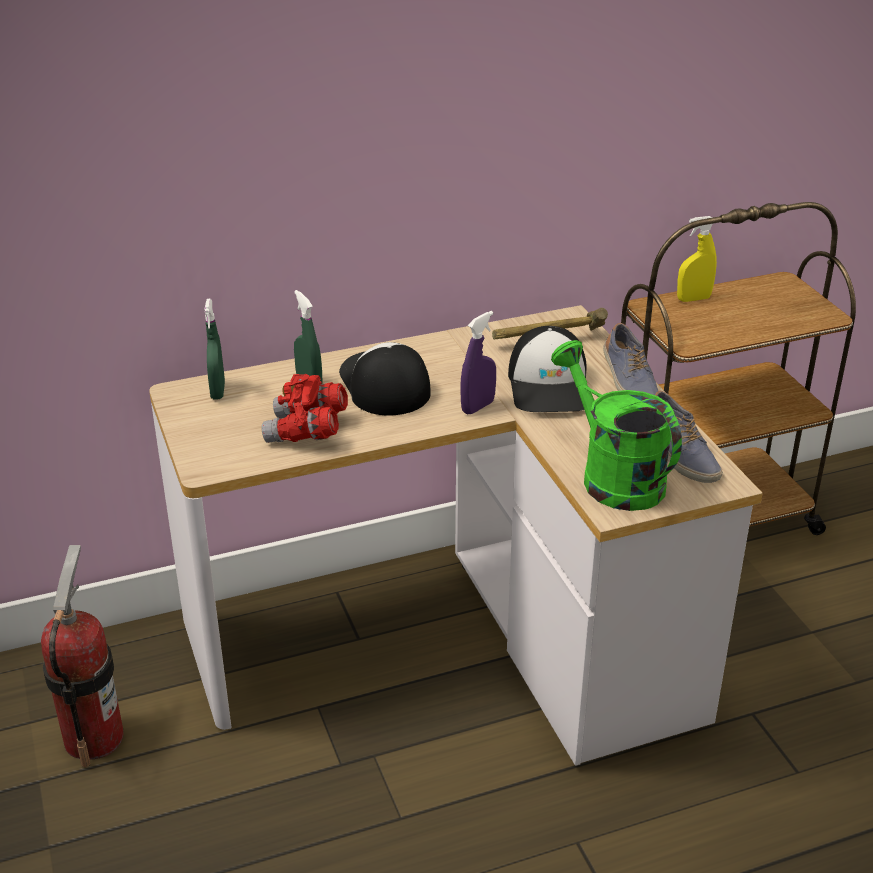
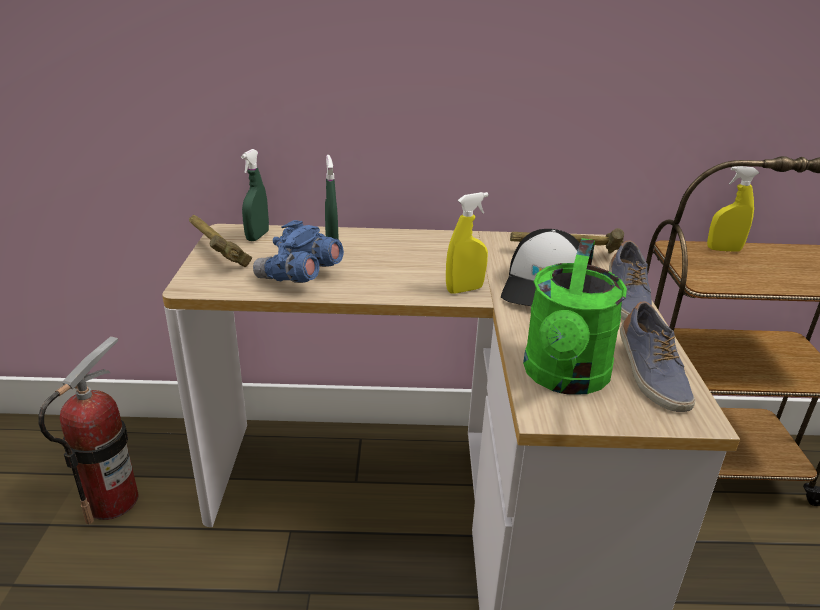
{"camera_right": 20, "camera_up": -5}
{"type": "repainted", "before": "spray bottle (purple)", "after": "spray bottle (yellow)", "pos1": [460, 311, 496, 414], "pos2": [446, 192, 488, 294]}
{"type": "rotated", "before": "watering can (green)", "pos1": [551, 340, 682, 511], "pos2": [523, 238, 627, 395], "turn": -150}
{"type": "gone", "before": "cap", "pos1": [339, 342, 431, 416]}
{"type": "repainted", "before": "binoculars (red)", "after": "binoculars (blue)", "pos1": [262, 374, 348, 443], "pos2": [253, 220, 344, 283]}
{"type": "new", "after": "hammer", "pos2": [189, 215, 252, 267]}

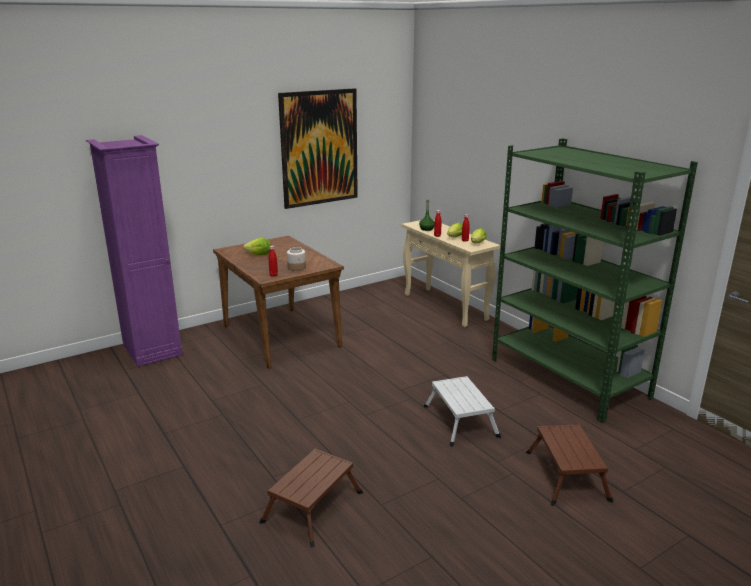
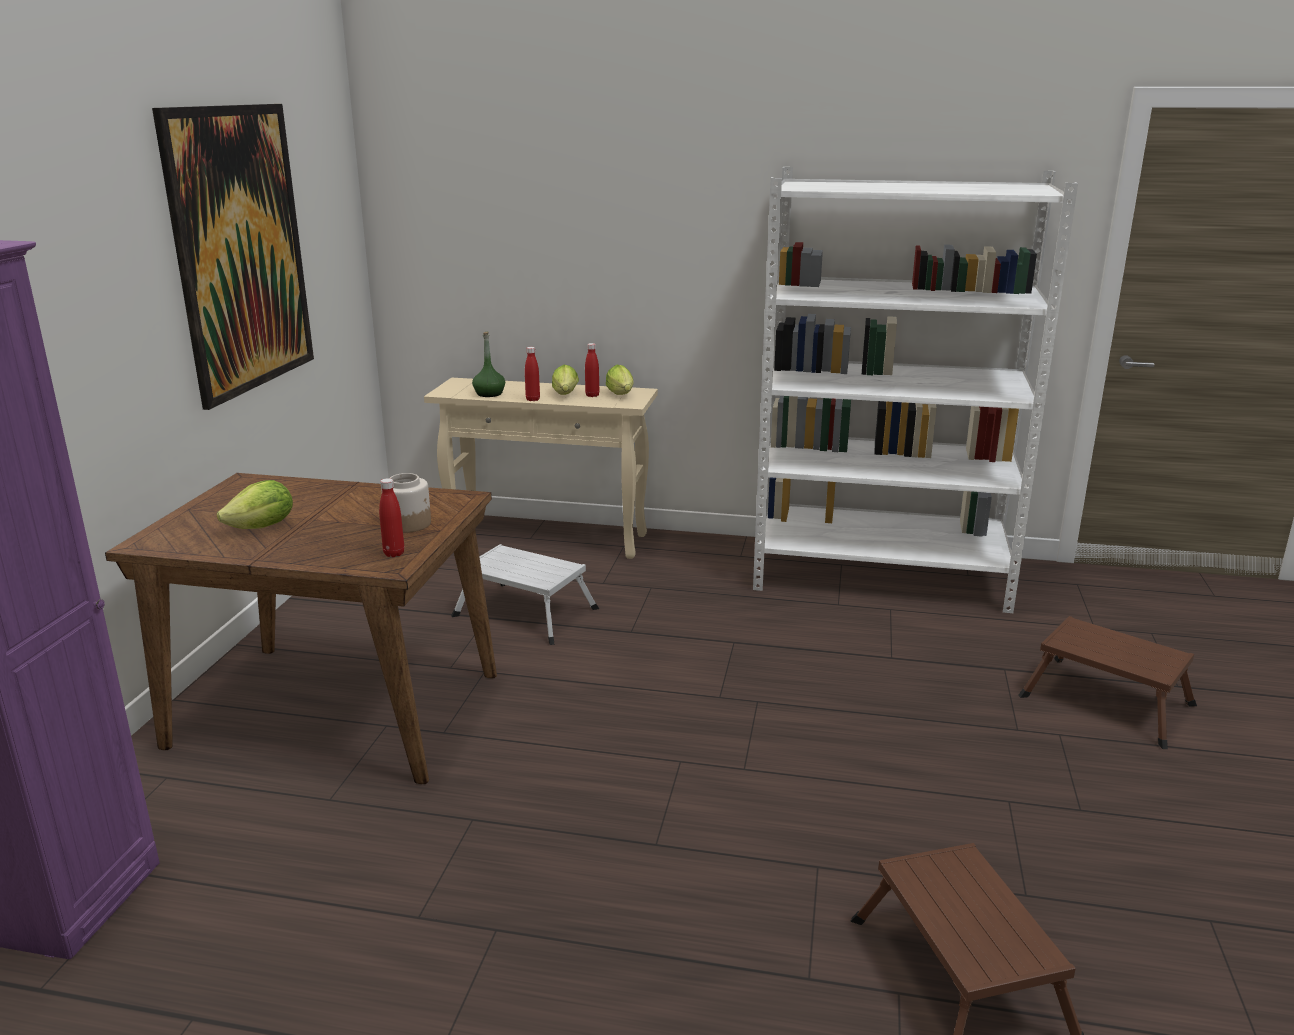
{"camera_right": -45, "camera_up": 0}
{"type": "repainted", "before": "bookcase (green)", "after": "bookcase (white)", "pos1": [492, 139, 698, 423], "pos2": [753, 167, 1078, 613]}
{"type": "shifted", "before": "step ladder (white)", "pos1": [423, 376, 501, 447], "pos2": [451, 544, 599, 645]}

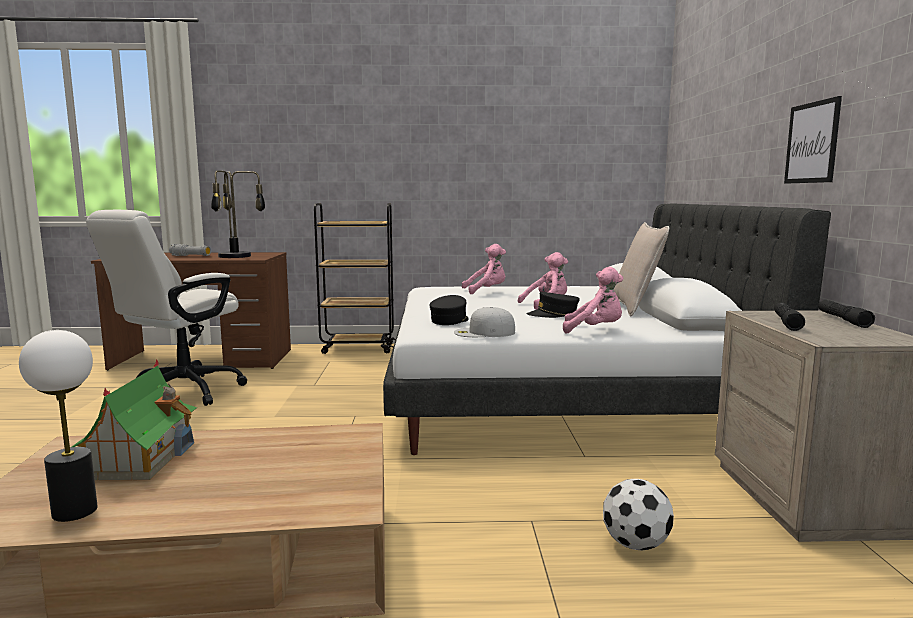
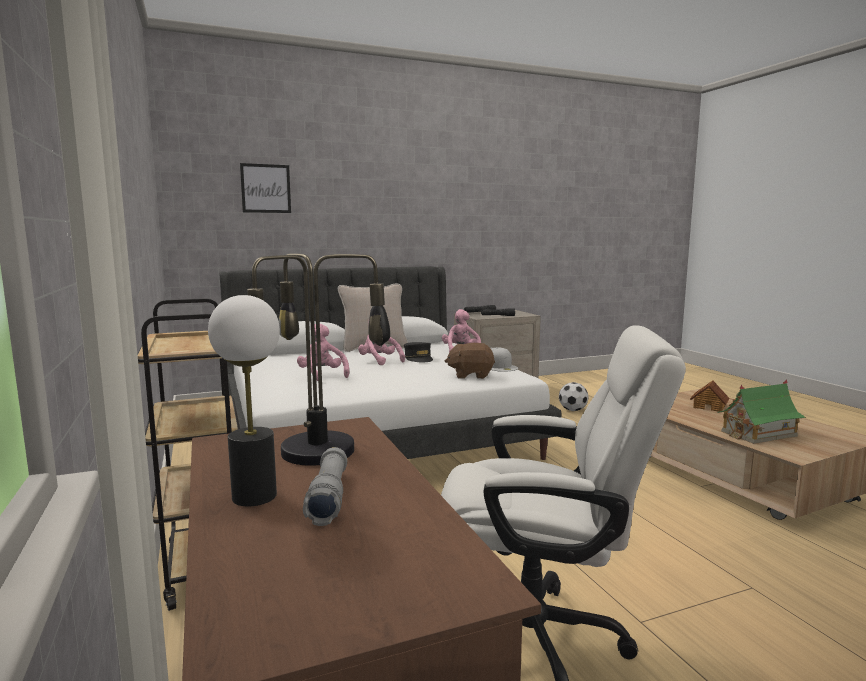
{"camera_right": -110, "camera_up": 0}
{"type": "shifted", "before": "picture", "pos1": [784, 96, 842, 184], "pos2": [240, 163, 291, 213]}
{"type": "swapped", "before": "cap (black)", "after": "plush toy (brown)", "pos1": [429, 295, 469, 325], "pos2": [445, 343, 495, 379]}
{"type": "shifted", "before": "table lamp", "pos1": [19, 330, 97, 522], "pos2": [208, 295, 280, 506]}
{"type": "new", "after": "toy house", "pos2": [690, 380, 729, 412]}

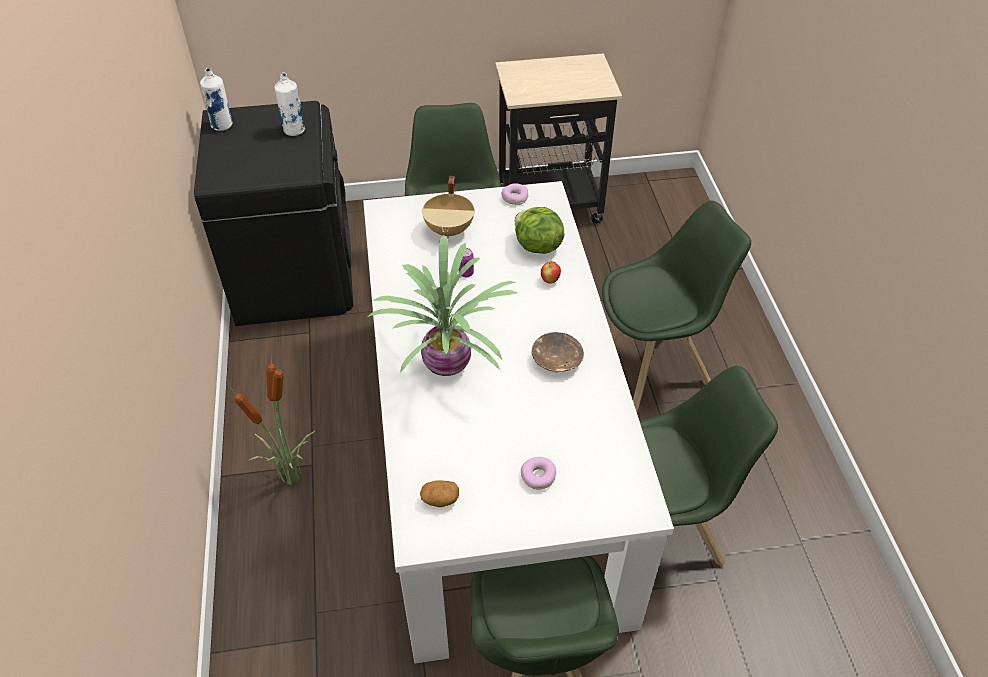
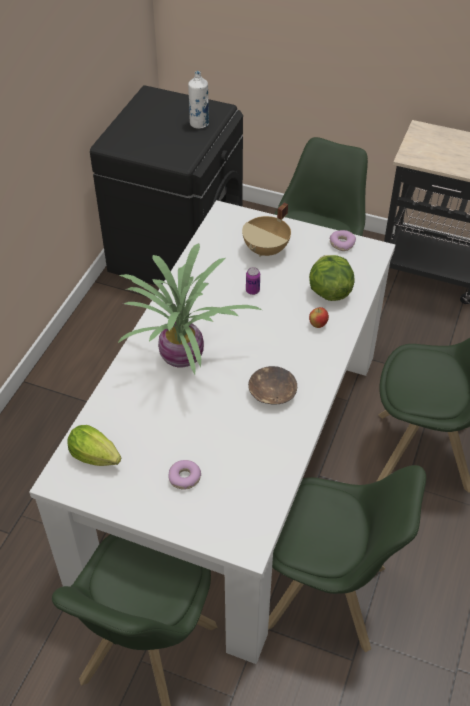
{"camera_right": 30, "camera_up": 0}
{"type": "gone", "before": "bottle (white)", "pos1": [200, 68, 233, 131]}
{"type": "gone", "before": "potted plant", "pos1": [232, 358, 315, 486]}
{"type": "swapped", "before": "potato", "after": "lettuce", "pos1": [420, 481, 459, 507], "pos2": [67, 425, 121, 466]}

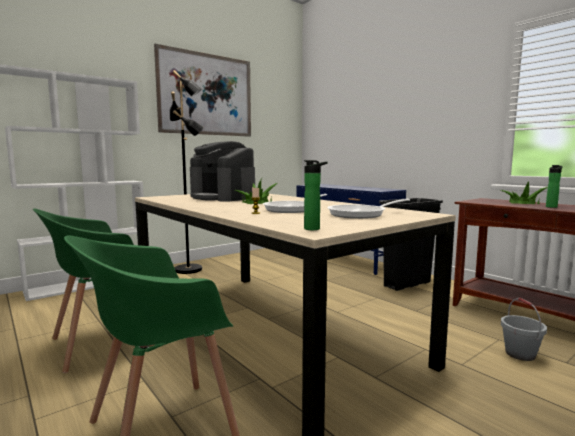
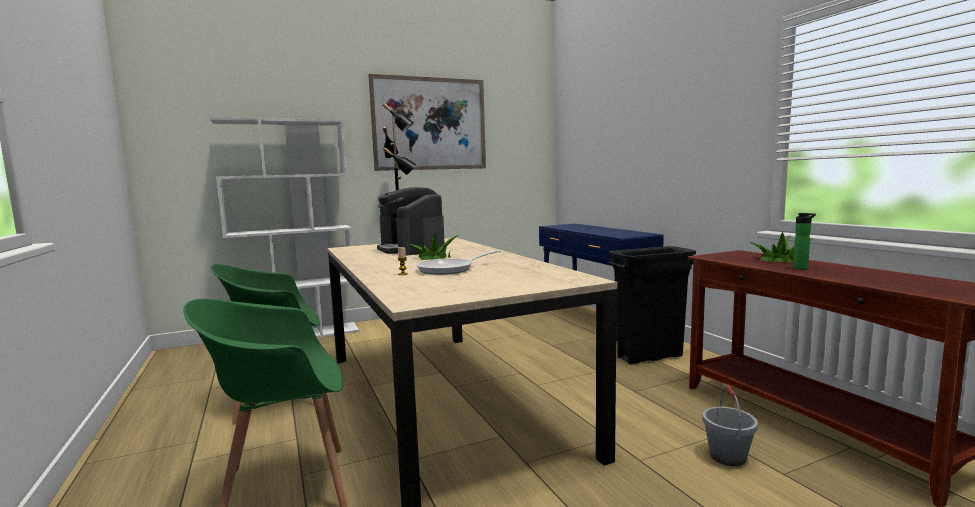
{"camera_right": 15, "camera_up": 0}
{"type": "gone", "before": "bottle", "pos1": [304, 160, 327, 230]}
{"type": "gone", "before": "frying pan", "pos1": [327, 199, 410, 219]}

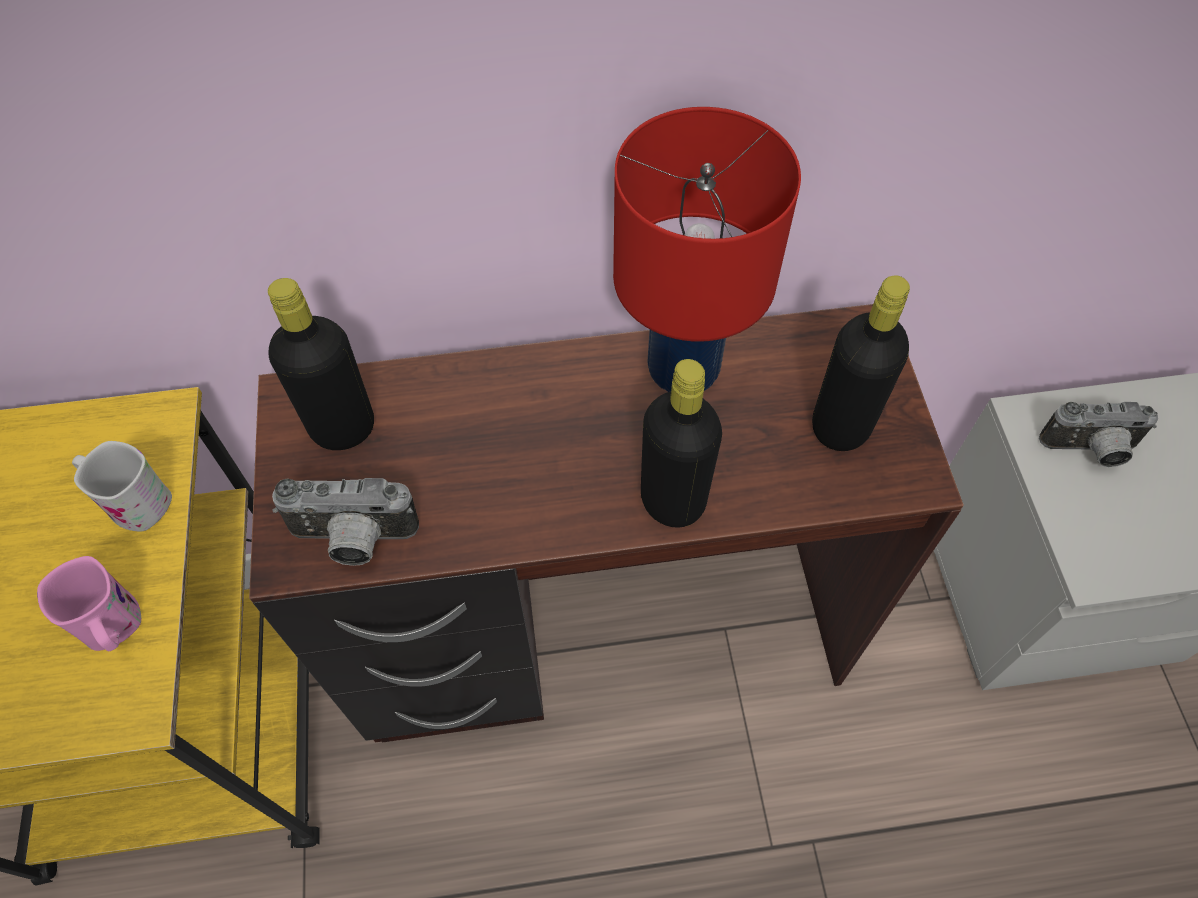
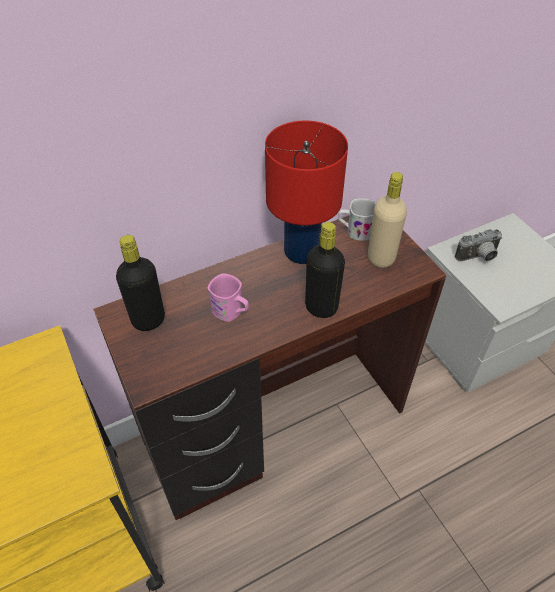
{"camera_right": -20, "camera_up": -10}
{"type": "repainted", "before": "bottle (black)", "after": "bottle (beige)", "pos1": [812, 275, 910, 451], "pos2": [368, 172, 407, 268]}
{"type": "shifted", "before": "mug (white)", "pos1": [72, 441, 172, 531], "pos2": [338, 198, 376, 241]}
{"type": "gone", "before": "photo camera", "pos1": [272, 478, 419, 566]}
{"type": "shifted", "before": "mug (pink)", "pos1": [37, 556, 141, 651], "pos2": [208, 273, 249, 322]}

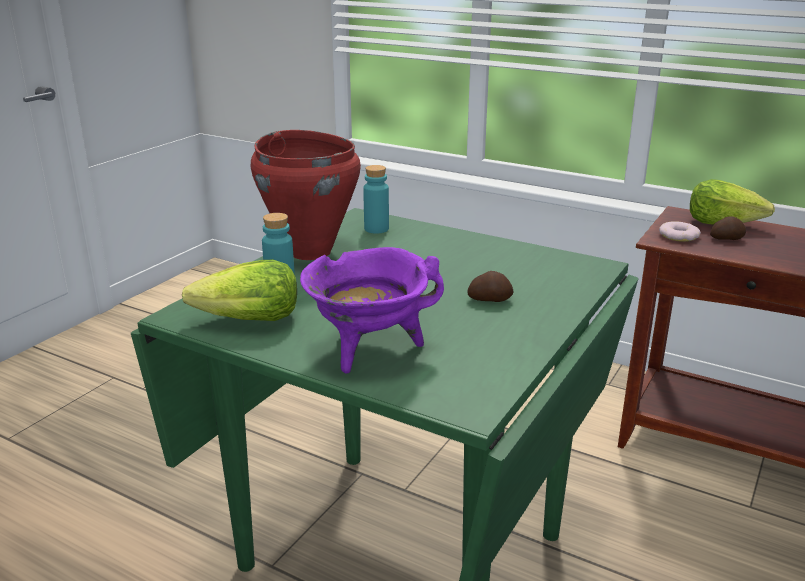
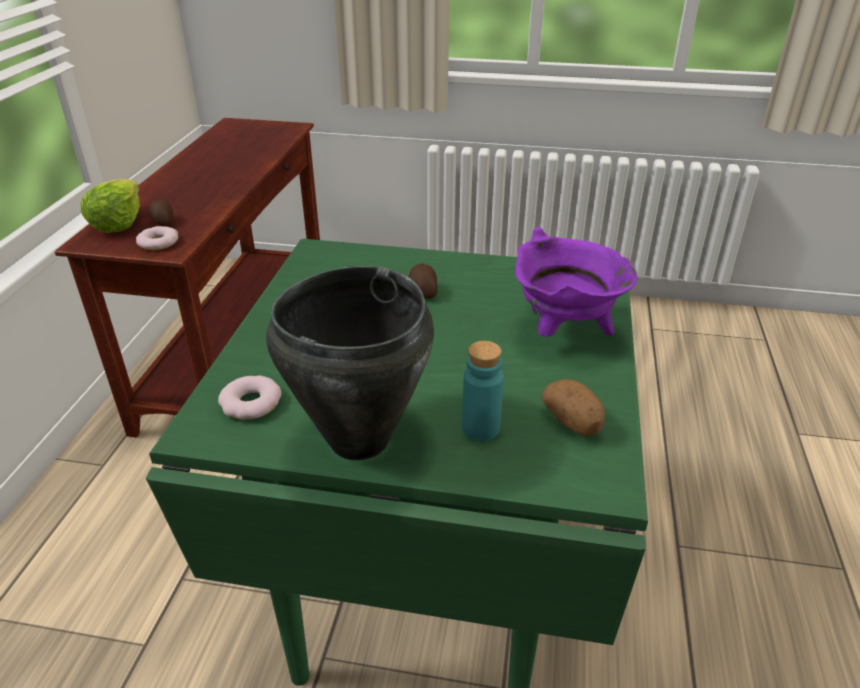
{"camera_right": -110, "camera_up": 10}
{"type": "repainted", "before": "cooking pot (red)", "after": "cooking pot (black)", "pos1": [251, 130, 361, 260], "pos2": [266, 266, 434, 460]}
{"type": "swapped", "before": "bottle (turquoise)", "after": "donut", "pos1": [363, 165, 389, 234], "pos2": [218, 375, 281, 420]}
{"type": "swapped", "before": "lettuce", "after": "potato", "pos1": [182, 259, 297, 321], "pos2": [542, 379, 605, 436]}

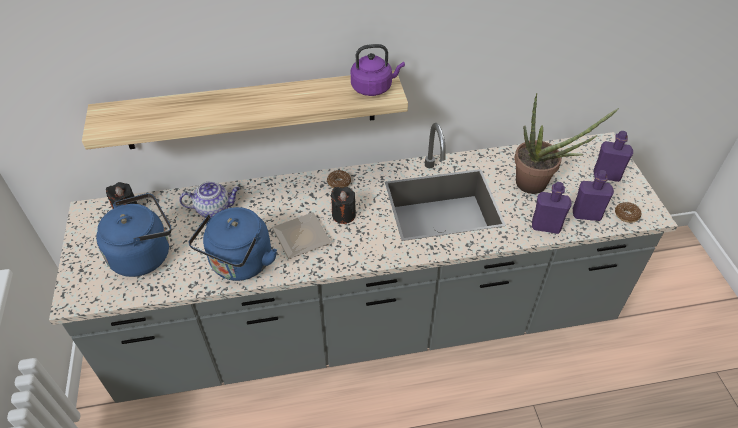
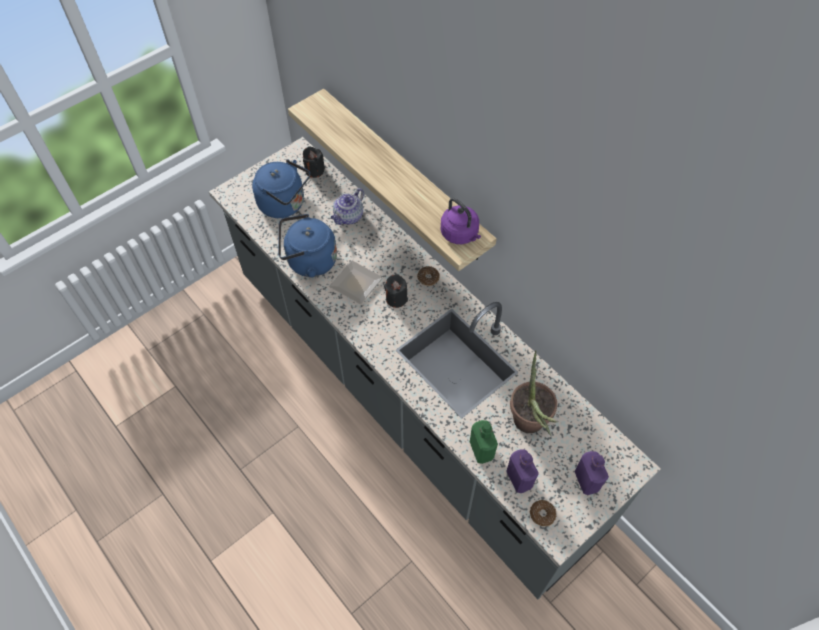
{"camera_right": 60, "camera_up": 10}
{"type": "rotated", "before": "teapot", "pos1": [179, 181, 240, 218], "pos2": [331, 188, 364, 225], "turn": 75}
{"type": "repainted", "before": "bottle (purple)", "after": "bottle (green)", "pos1": [532, 182, 571, 234], "pos2": [470, 420, 498, 464]}

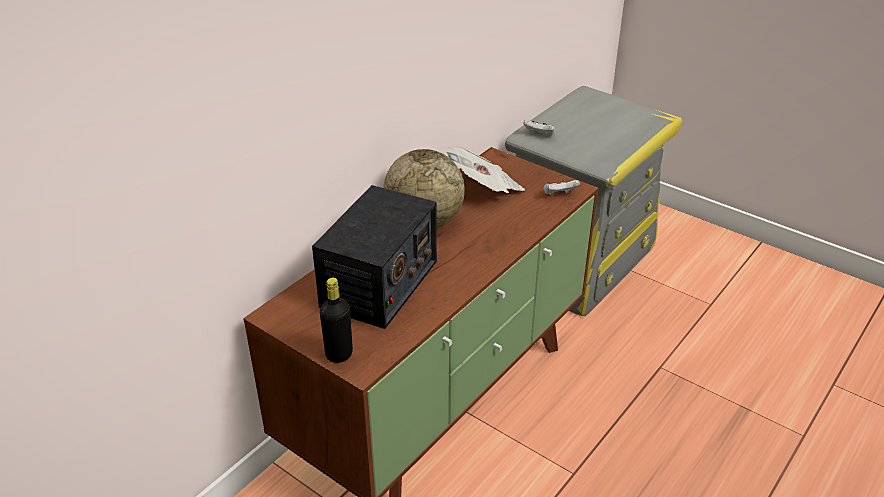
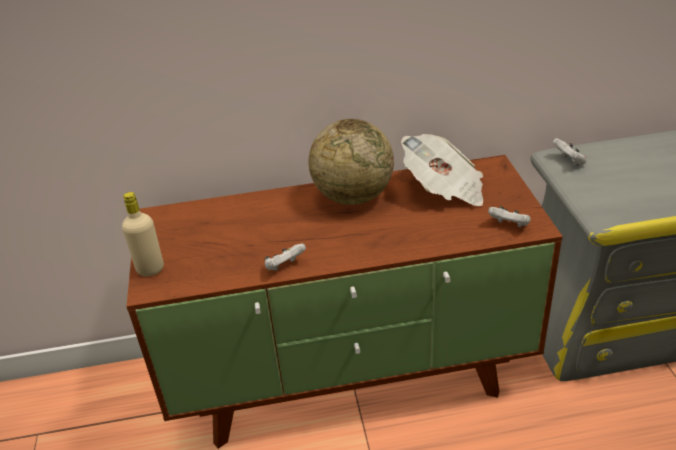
{"camera_right": 45, "camera_up": 0}
{"type": "gone", "before": "radio", "pos1": [312, 185, 437, 329]}
{"type": "repainted", "before": "bottle (black)", "after": "bottle (beige)", "pos1": [320, 278, 353, 363], "pos2": [122, 192, 164, 276]}
{"type": "new", "after": "game controller (white)", "pos2": [264, 243, 306, 271]}

